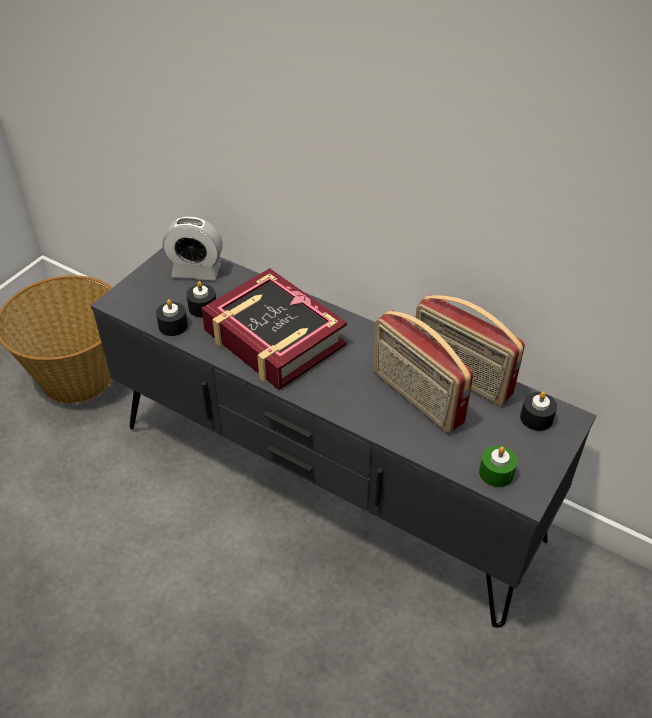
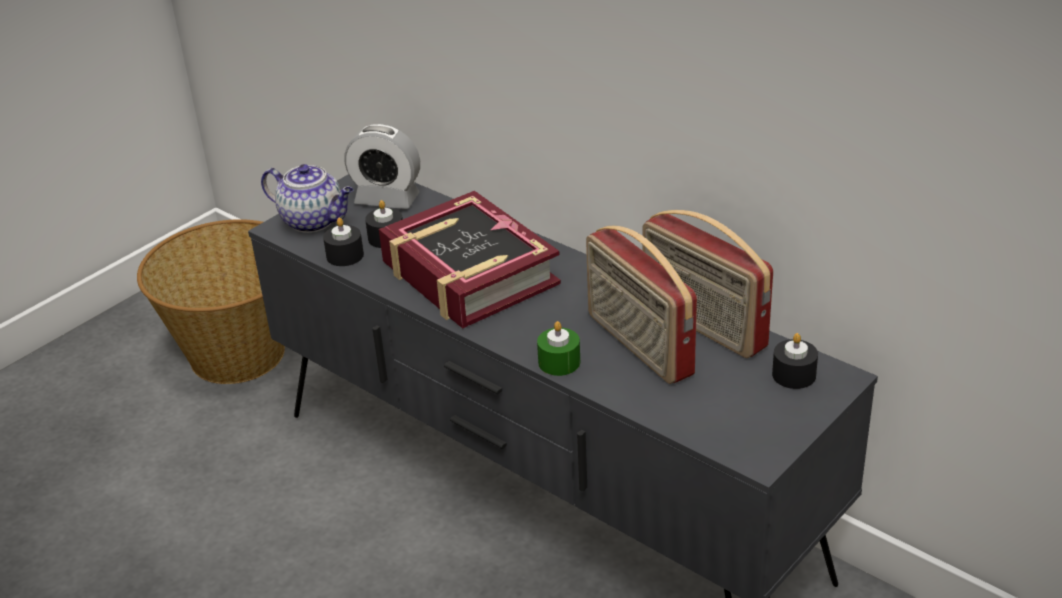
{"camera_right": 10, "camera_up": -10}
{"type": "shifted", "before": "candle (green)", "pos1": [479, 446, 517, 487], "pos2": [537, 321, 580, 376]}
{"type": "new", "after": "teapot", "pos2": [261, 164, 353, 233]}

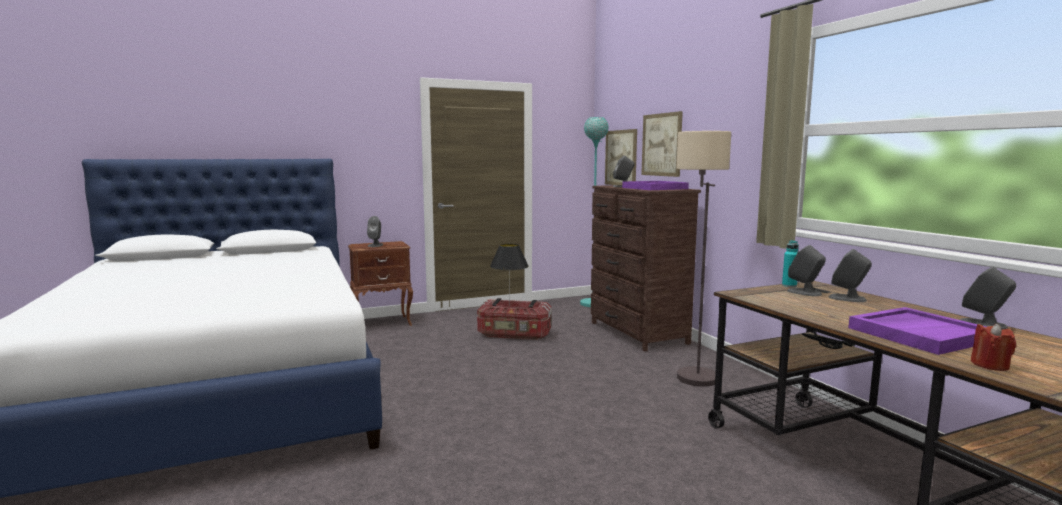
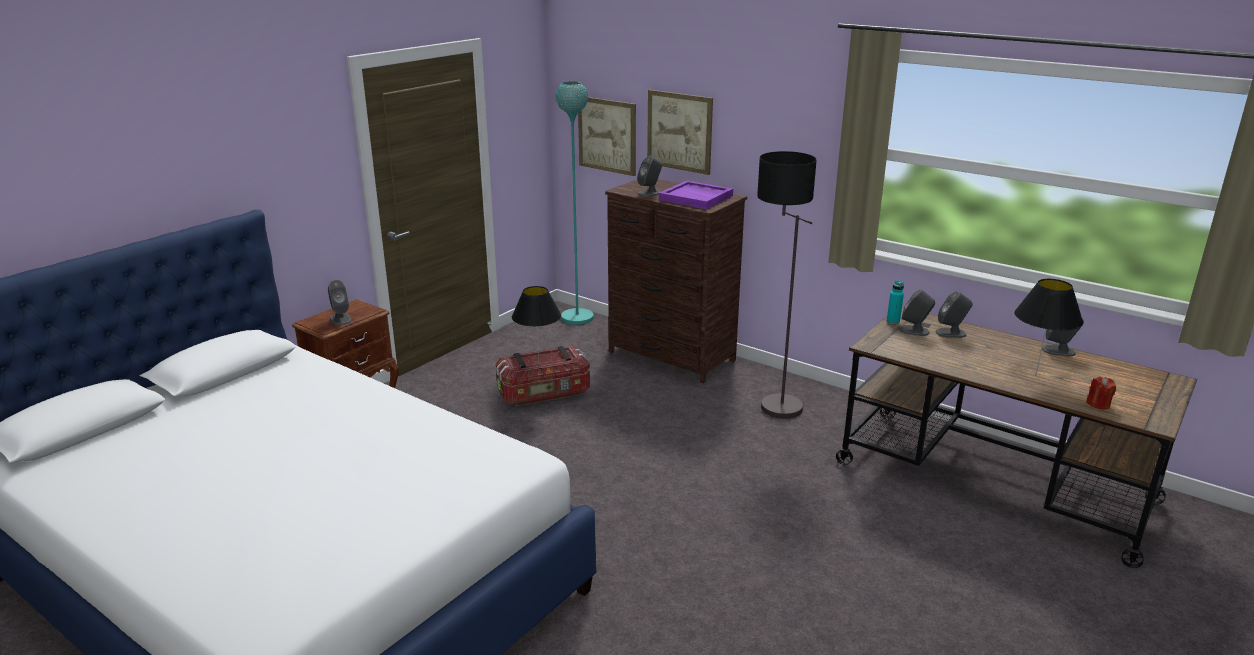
{"camera_right": -30, "camera_up": 15}
{"type": "repainted", "before": "floor lamp (beige)", "after": "floor lamp (black)", "pos1": [676, 131, 731, 387], "pos2": [757, 151, 816, 419]}
{"type": "swapped", "before": "tray (purple)", "after": "table lamp (black)", "pos1": [848, 307, 986, 355], "pos2": [1014, 279, 1083, 376]}

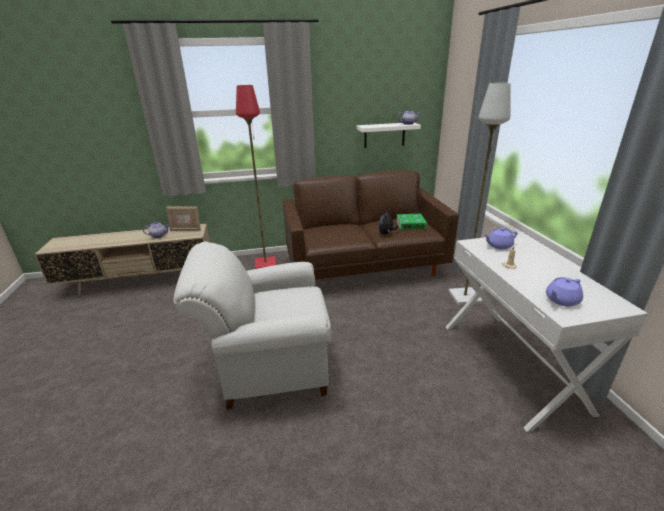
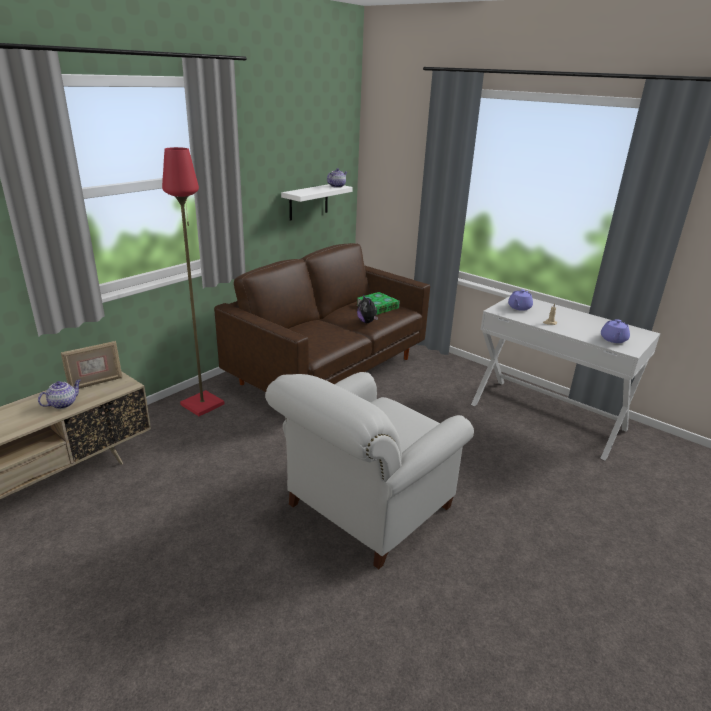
{"camera_right": -40, "camera_up": 0}
{"type": "gone", "before": "floor lamp (grey)", "pos1": [448, 83, 510, 305]}

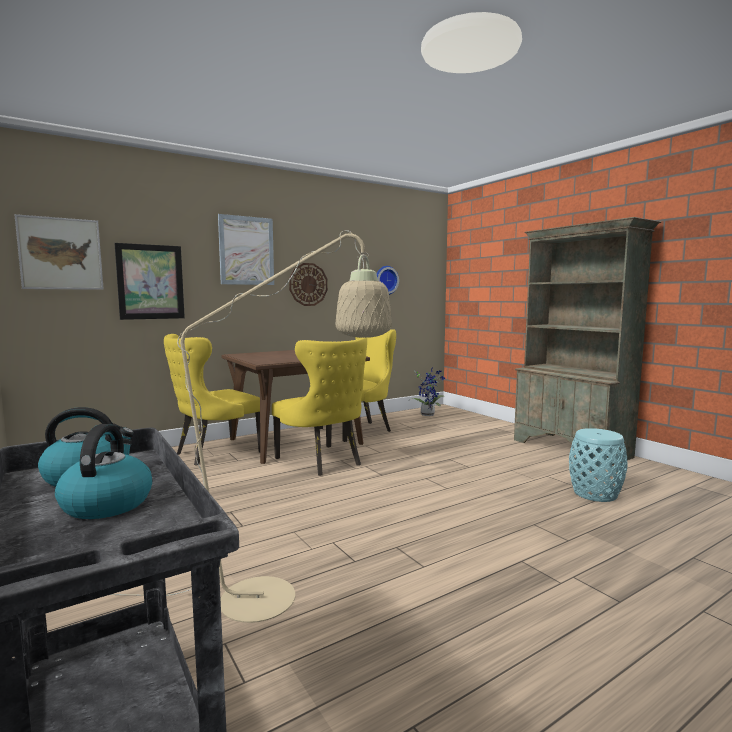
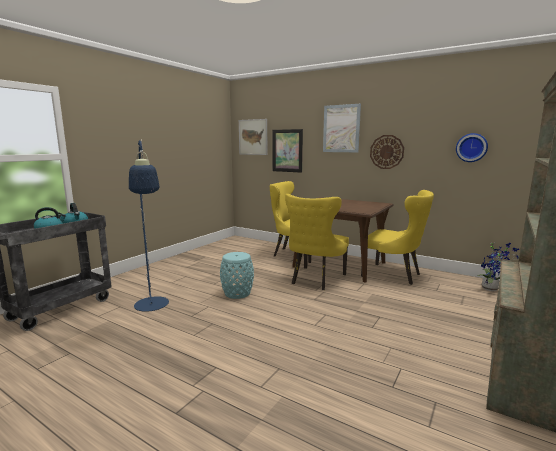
{"camera_right": 65, "camera_up": 5}
{"type": "repainted", "before": "floor lamp (beige)", "after": "floor lamp (blue)", "pos1": [111, 230, 392, 623], "pos2": [129, 139, 169, 312]}
{"type": "shifted", "before": "stool (turquoise)", "pos1": [569, 428, 628, 502], "pos2": [220, 252, 254, 299]}

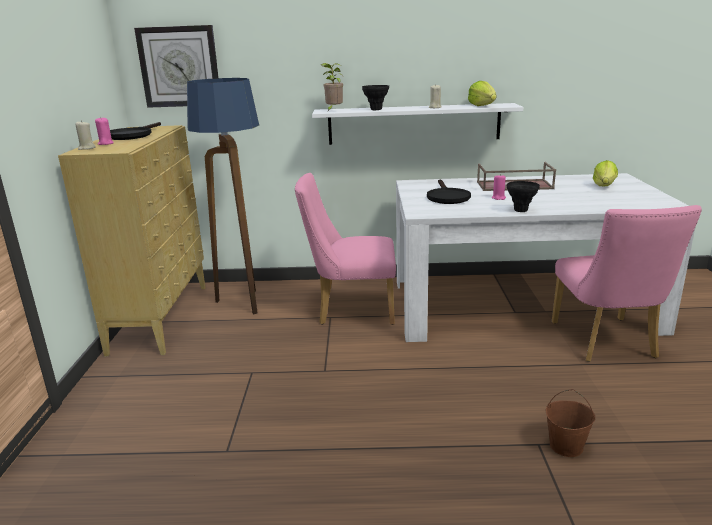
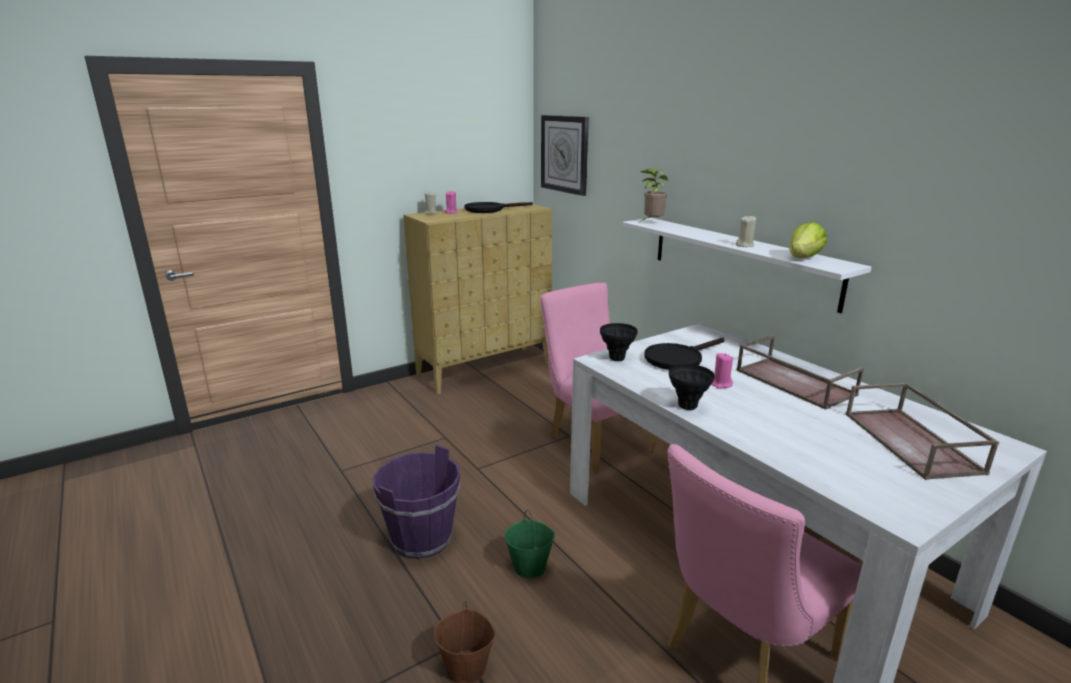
{"camera_right": 55, "camera_up": 0}
{"type": "gone", "before": "floor lamp", "pos1": [187, 78, 259, 314]}
{"type": "shifted", "before": "vase (black)", "pos1": [362, 85, 389, 110], "pos2": [600, 323, 638, 361]}
{"type": "swapped", "before": "lettuce", "after": "tray (brown)", "pos1": [593, 160, 618, 186], "pos2": [846, 383, 999, 480]}
{"type": "new", "after": "bucket (purple)", "pos2": [373, 445, 460, 559]}
{"type": "new", "after": "bucket (green)", "pos2": [504, 510, 555, 578]}

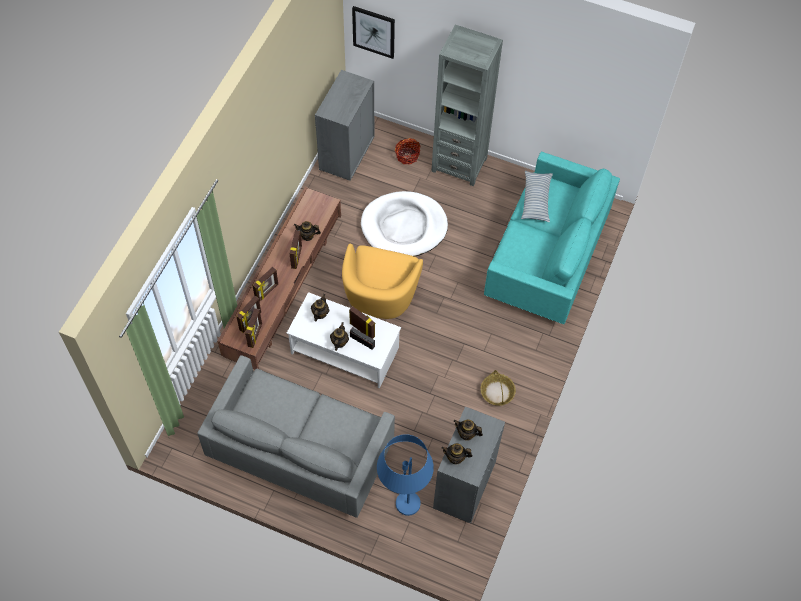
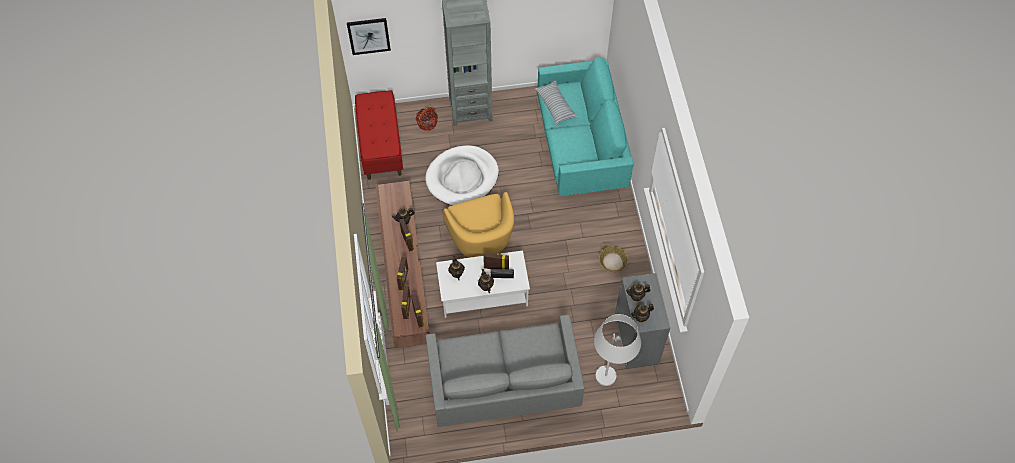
{"camera_right": -30, "camera_up": 0}
{"type": "swapped", "before": "cabinet (grey)", "after": "bench (red)", "pos1": [315, 70, 374, 181], "pos2": [355, 90, 403, 180]}
{"type": "repainted", "before": "floor lamp (blue)", "after": "floor lamp (white)", "pos1": [377, 434, 434, 516], "pos2": [594, 314, 641, 386]}

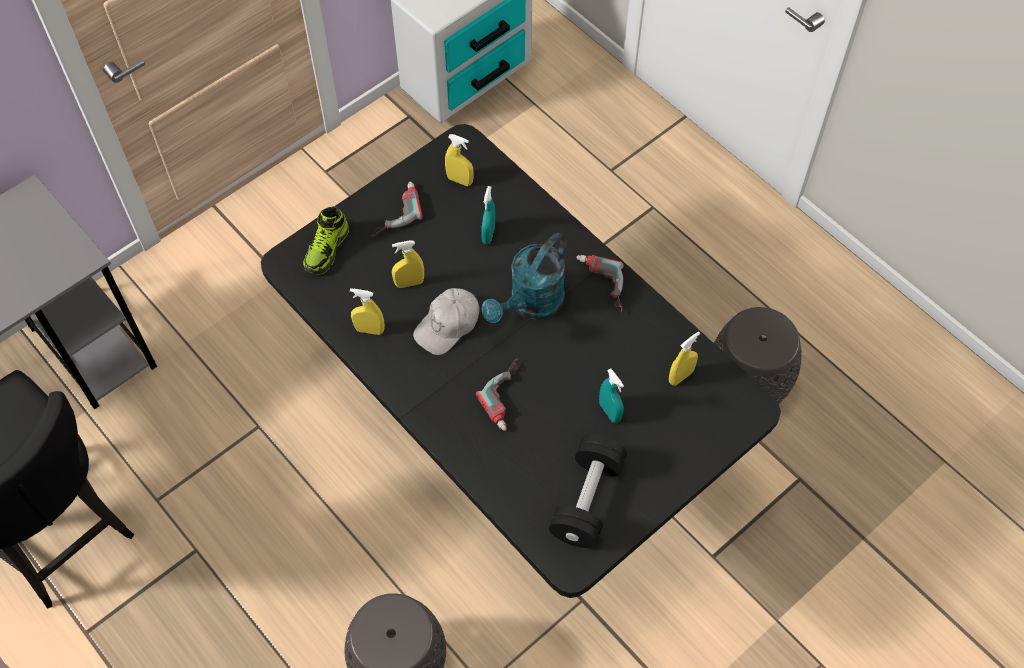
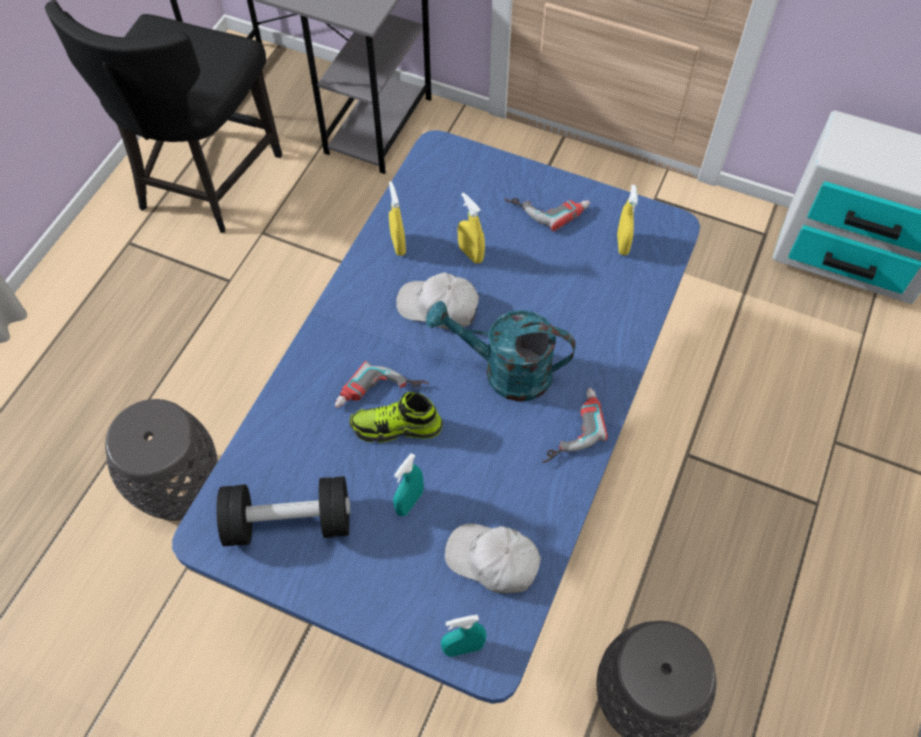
{"camera_right": 65, "camera_up": 0}
{"type": "repainted", "before": "dining table (black)", "after": "dining table (blue)", "pos1": [261, 124, 781, 598], "pos2": [172, 130, 700, 704]}
{"type": "shifted", "before": "spray bottle (turquoise)", "pos1": [481, 186, 495, 244], "pos2": [441, 615, 487, 657]}
{"type": "shifted", "before": "shoe", "pos1": [303, 206, 349, 275], "pos2": [349, 392, 443, 443]}
{"type": "swapped", "before": "spray bottle (yellow)", "after": "cap (white)", "pos1": [669, 332, 700, 386], "pos2": [445, 524, 541, 594]}

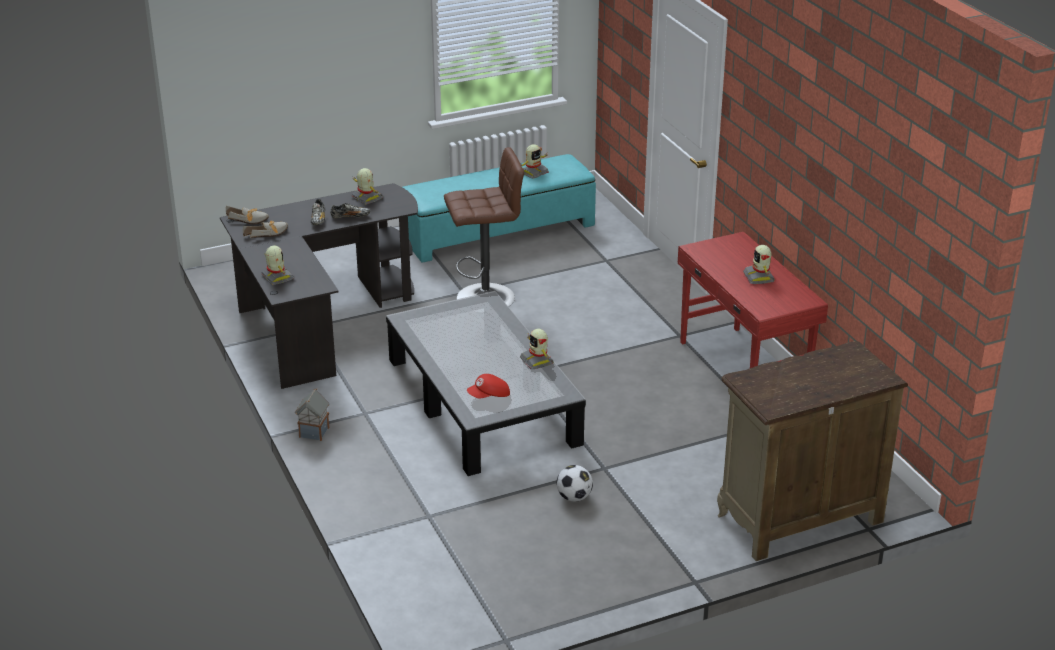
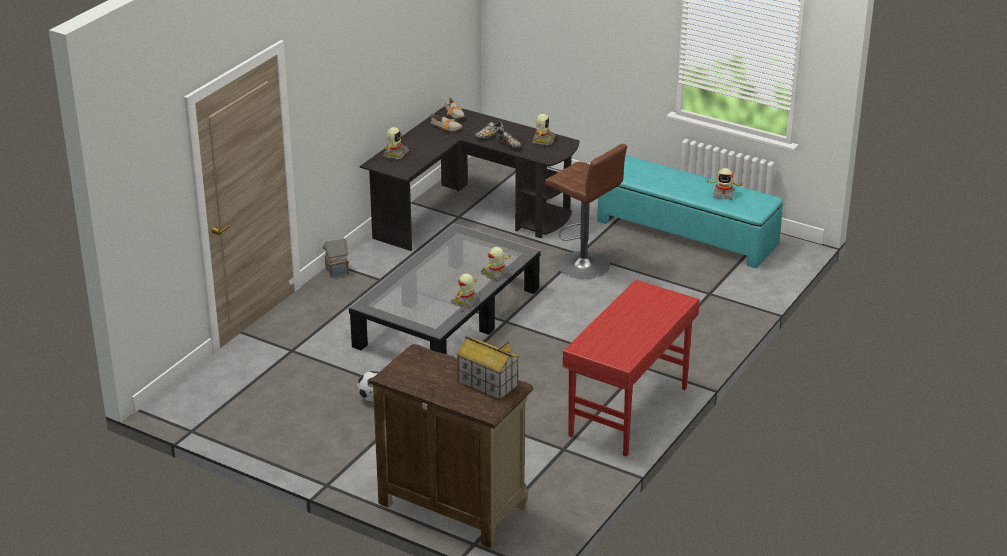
{"camera_right": 55, "camera_up": 0}
{"type": "shifted", "before": "toy robot", "pos1": [743, 245, 775, 284], "pos2": [481, 247, 511, 281]}
{"type": "gone", "before": "cap (red)", "pos1": [467, 374, 510, 398]}
{"type": "new", "after": "toy house", "pos2": [456, 336, 520, 400]}

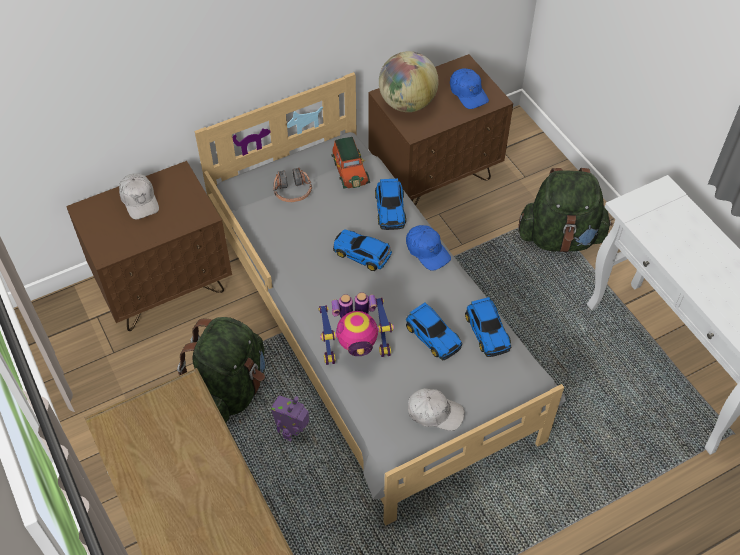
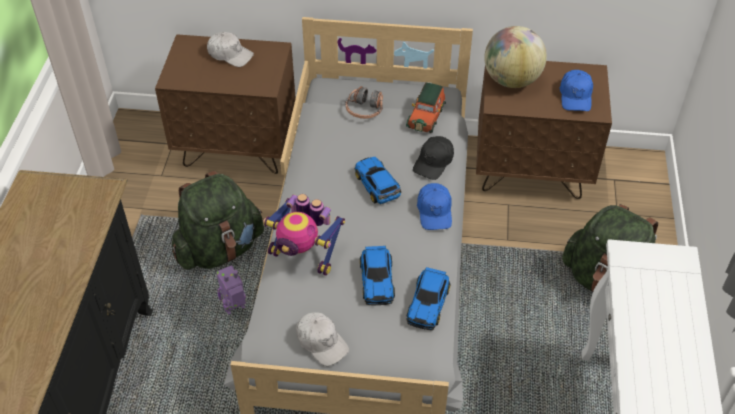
{"camera_right": 35, "camera_up": -5}
{"type": "rotated", "before": "cap (white)", "pos1": [119, 173, 159, 220], "pos2": [207, 32, 254, 67], "turn": -75}
{"type": "swapped", "before": "toy car", "after": "cap (black)", "pos1": [375, 178, 406, 230], "pos2": [413, 136, 454, 180]}

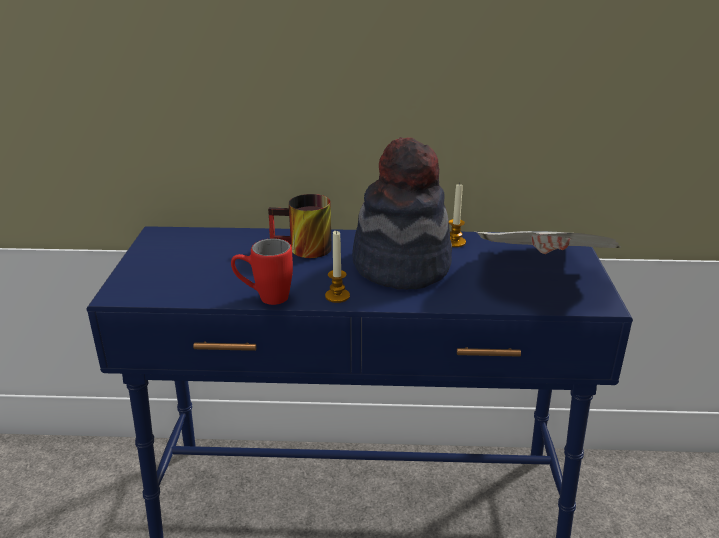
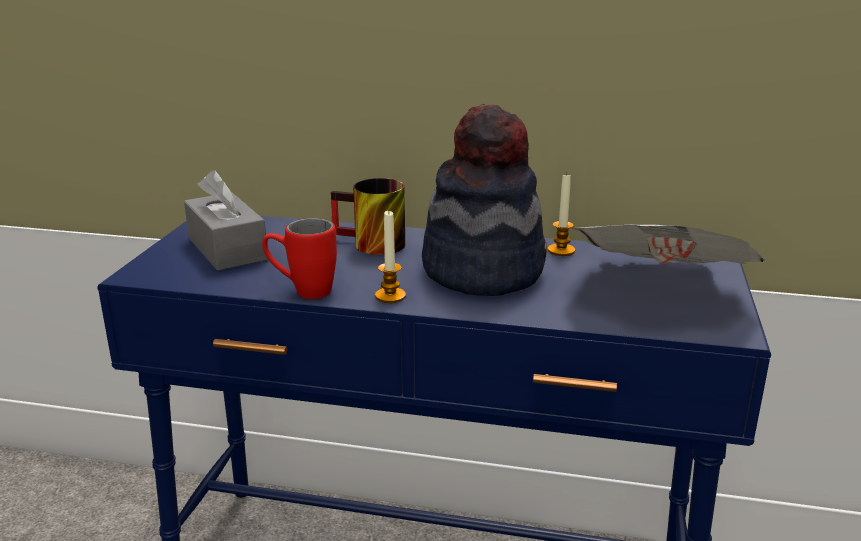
{"camera_right": 10, "camera_up": -5}
{"type": "new", "after": "tissue box (grey)", "pos2": [184, 170, 268, 271]}

